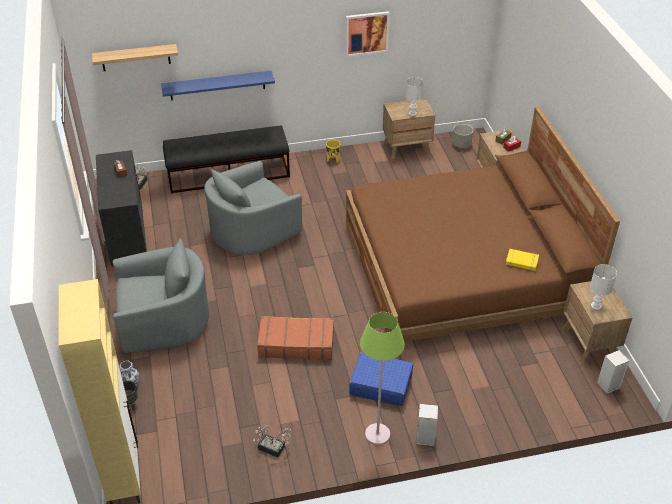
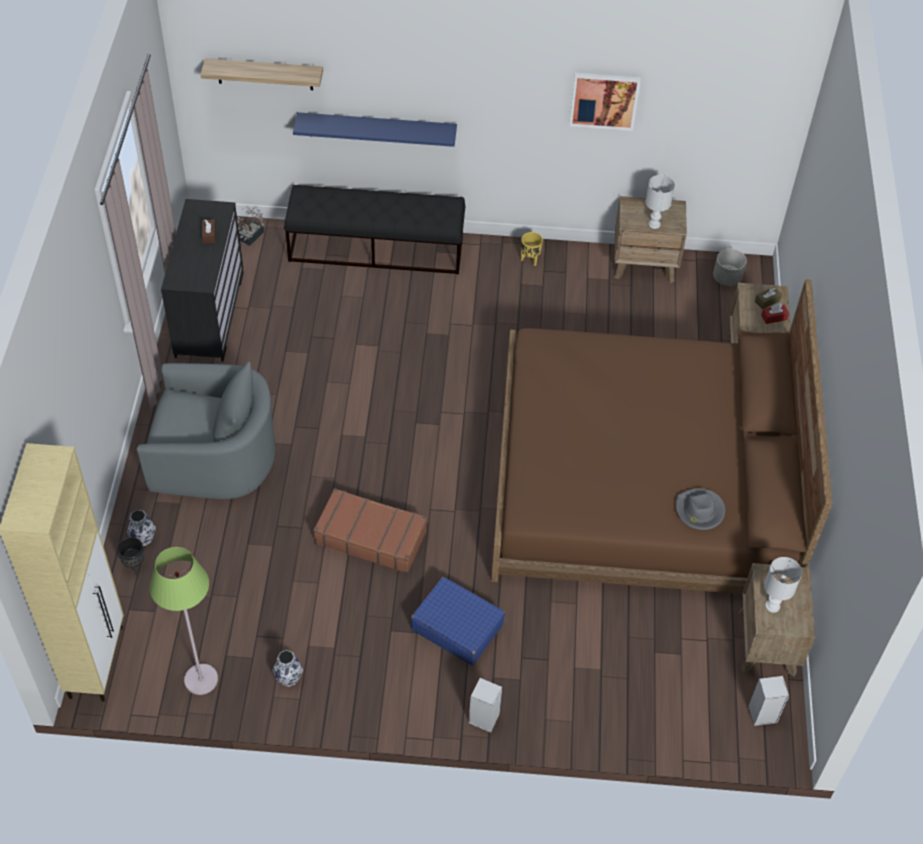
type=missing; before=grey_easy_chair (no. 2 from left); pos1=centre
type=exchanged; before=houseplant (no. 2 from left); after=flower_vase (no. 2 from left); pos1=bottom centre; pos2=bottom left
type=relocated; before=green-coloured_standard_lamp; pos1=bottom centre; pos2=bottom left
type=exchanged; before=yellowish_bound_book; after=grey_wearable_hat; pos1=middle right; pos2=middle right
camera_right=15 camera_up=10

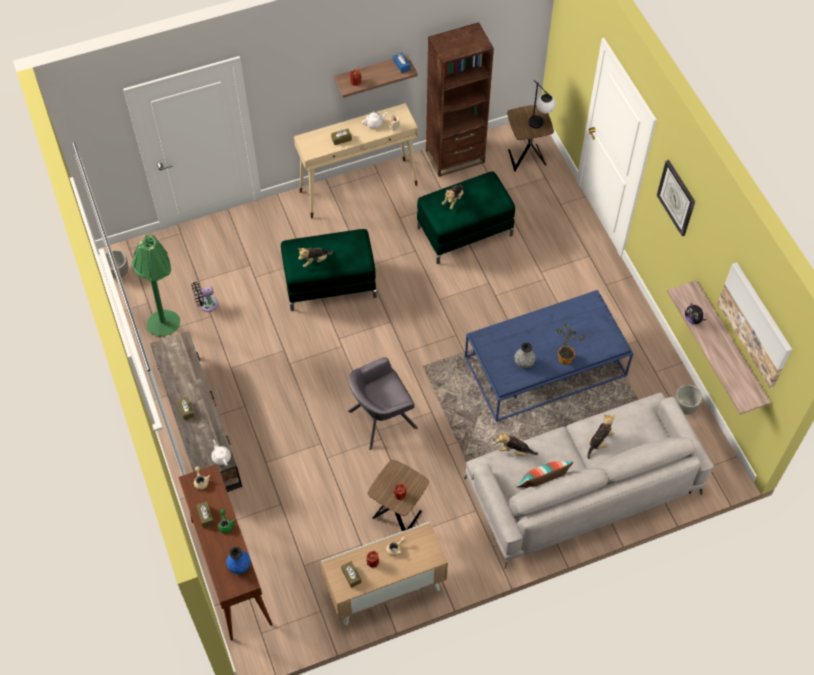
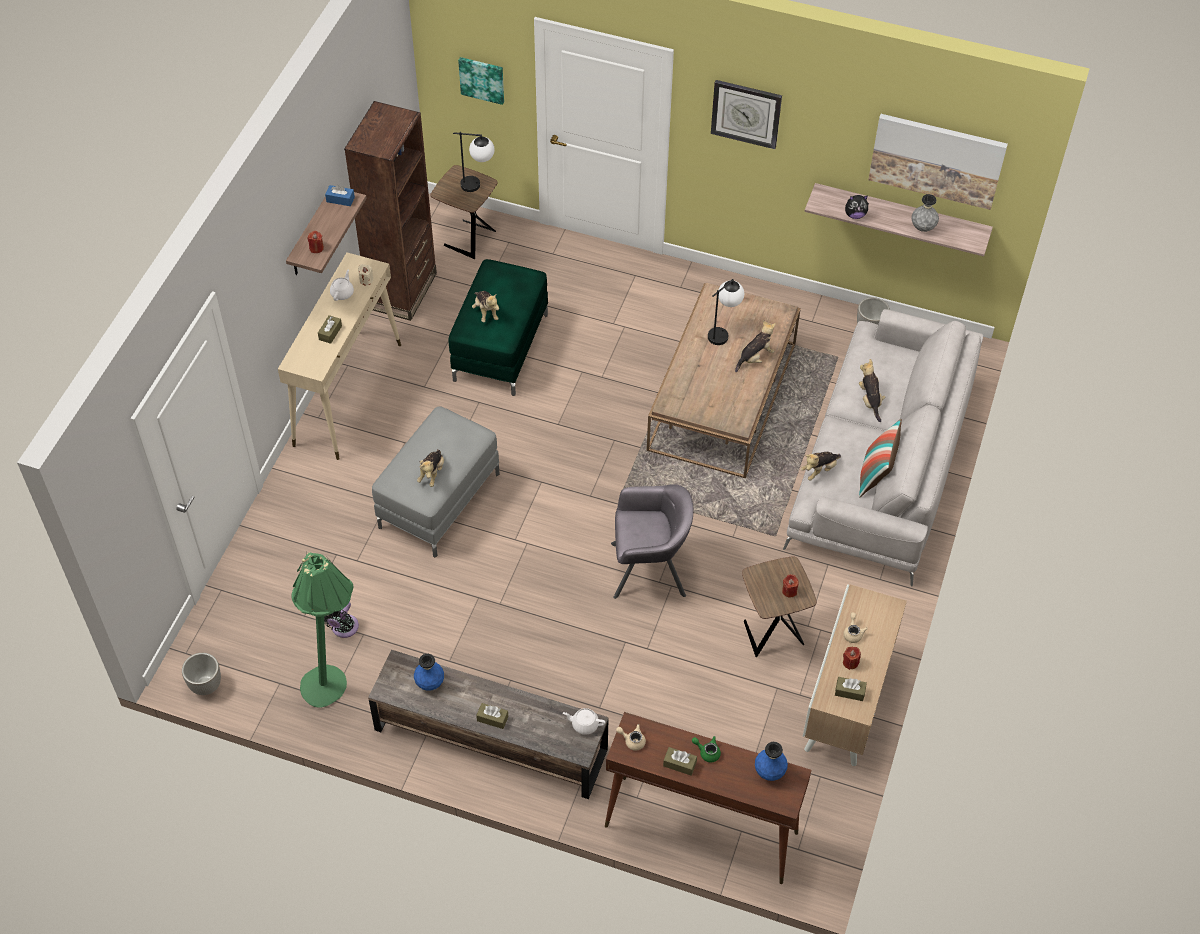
type=colour; before=green-coloured_pouffe (no. 1 from left); after=grey_pouffe; pos1=centre; pos2=centre
type=spun; before=grey_easy_chair; pos1=centre; pos2=centre; turn=-105
type=colour; before=blue_low_table; after=brown-coloured_low_table; pos1=middle right; pos2=centre
type=relocated; before=grey_flower_vase; pos1=centre; pos2=top right
type=exchanged; before=houseplant; after=plush_toy (no. 3 from left); pos1=middle right; pos2=centre
type=appeared; after=blue_flower_vase (no. 1 from left); pos2=bottom centre
type=appeared; after=wall_picture (no. 1 from left); pos2=top centre
type=appeared; after=lamp_for_a_table (no. 2 from left); pos2=centre
camera_right=-50 camera_up=-5

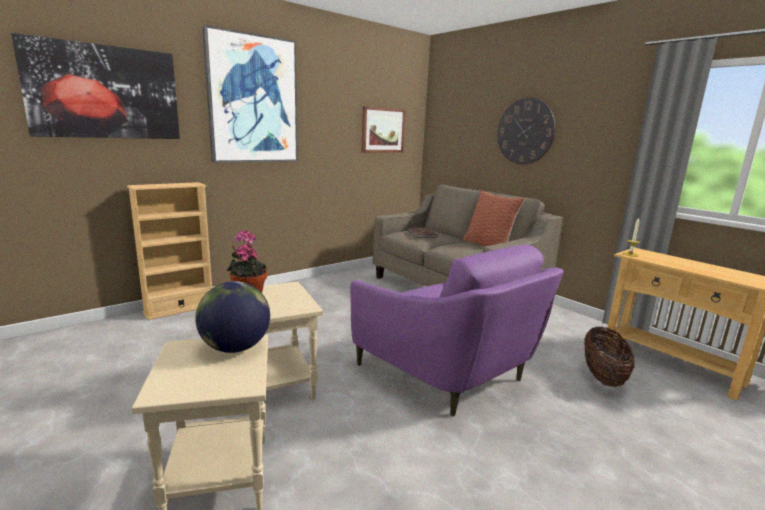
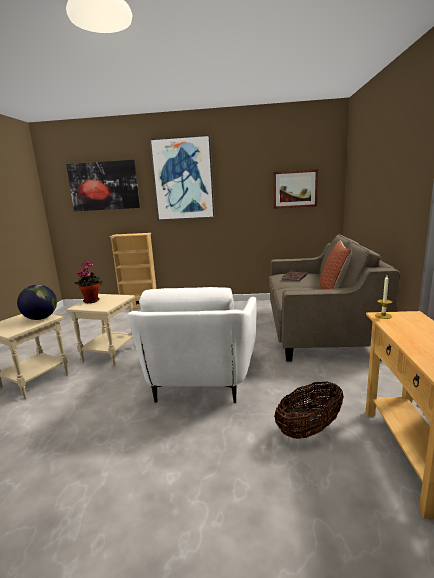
type=colour; before=purplish_easy_chair; after=whitish_easy_chair; pos1=centre; pos2=centre
type=missing; before=hanging_clock; pos1=top right
camera_right=45 camera_up=0

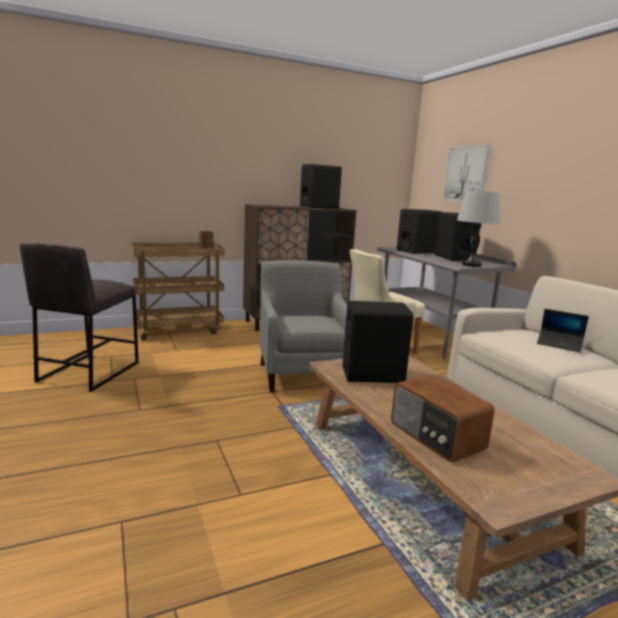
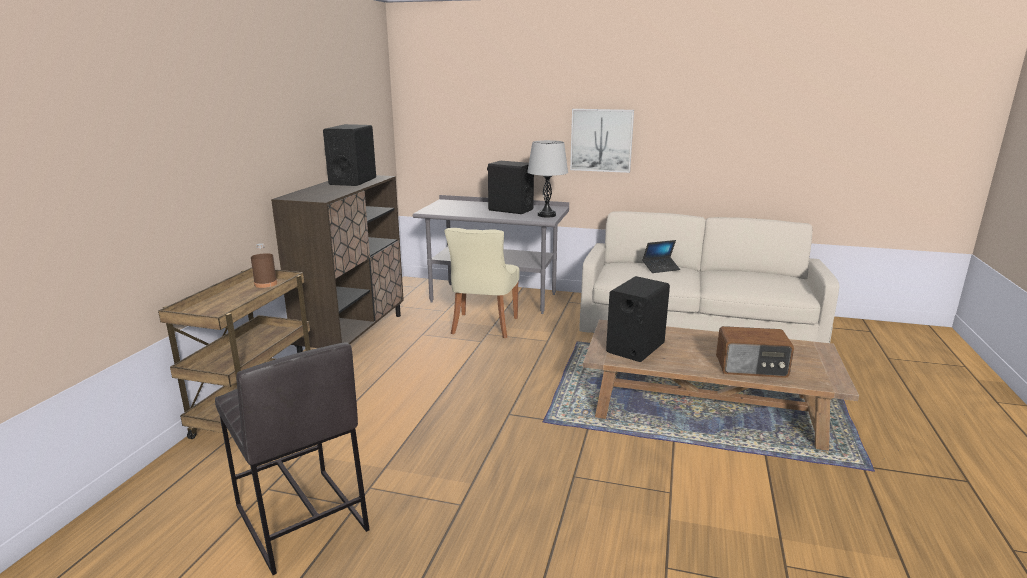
type=missing; before=grey_easy_chair; pos1=centre
type=missing; before=blackish_speaker (no. 3 from left); pos1=middle right
type=relocated; before=wall_picture; pos1=top right; pos2=top centre
camera_right=-50 camera_up=5

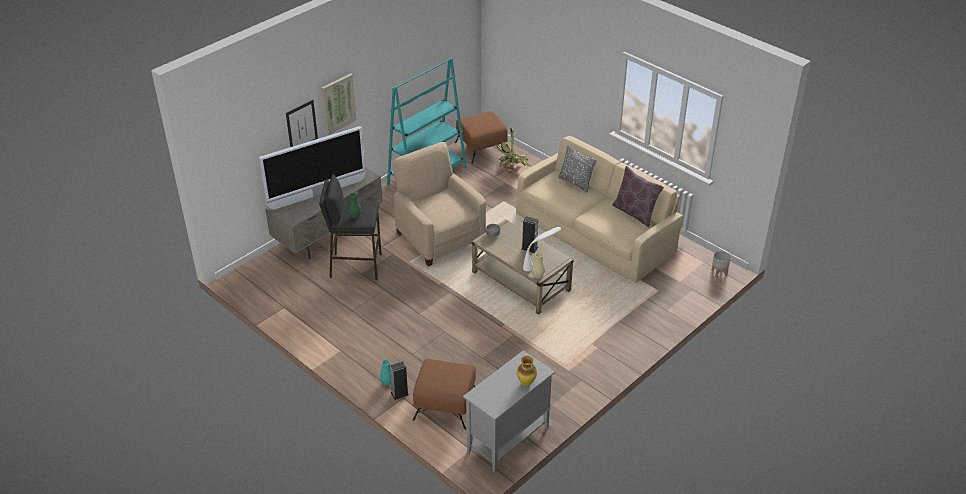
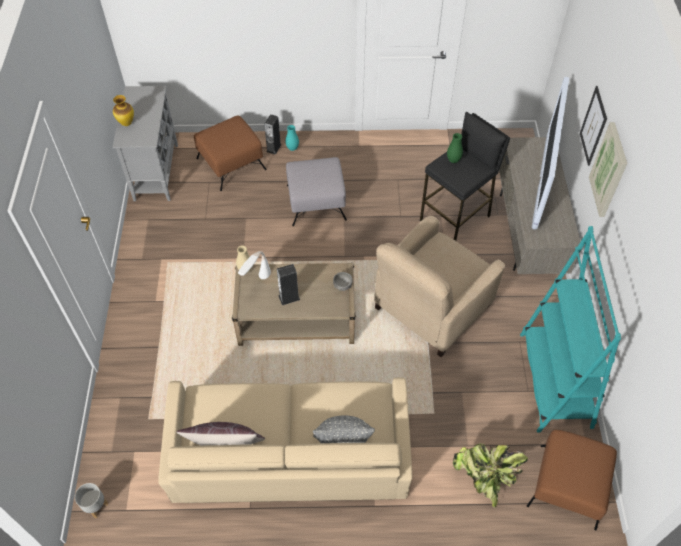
type=spun; before=beige_easy_chair; pos1=centre; pos2=centre; turn=120
type=appeared; after=grey_pouffe; pos2=centre
camera_right=135 camera_up=15

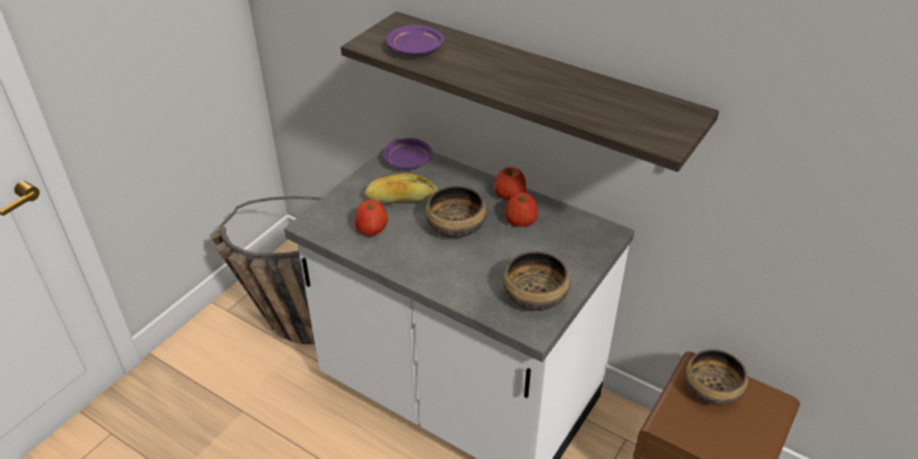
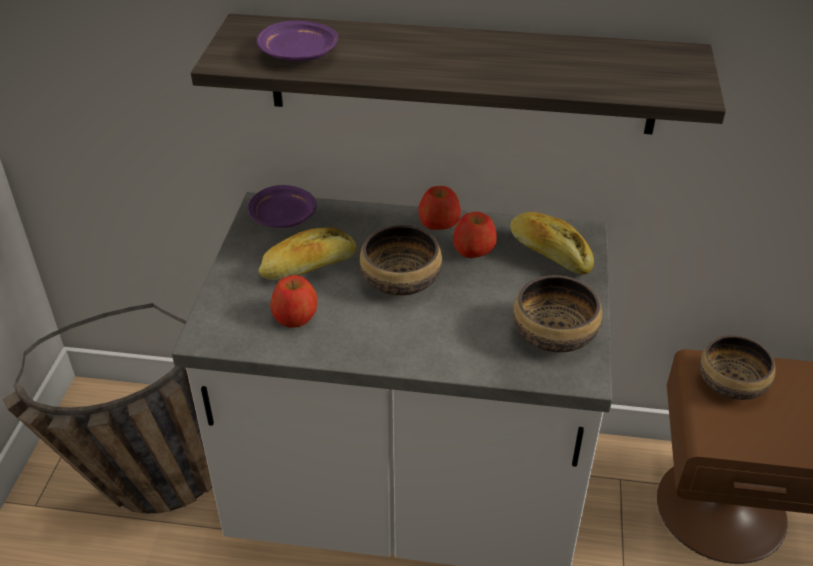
type=appeared; after=bakery_bread (no. 2 from left); pos2=middle right
camera_right=-25 camera_up=0

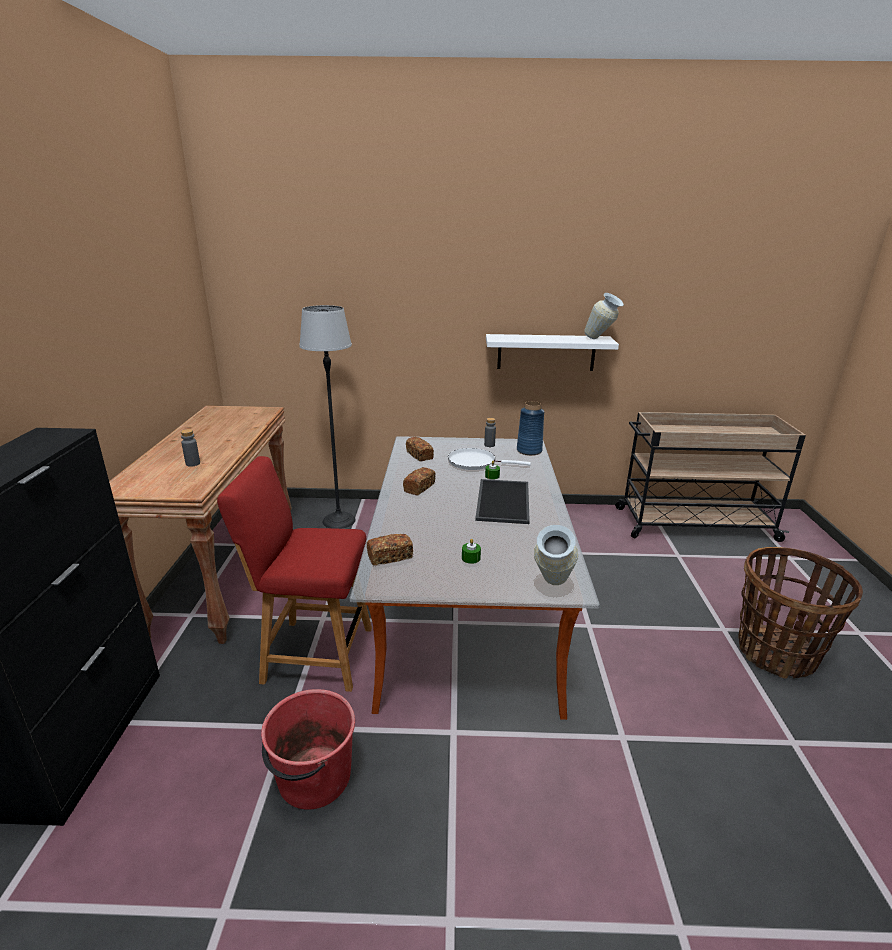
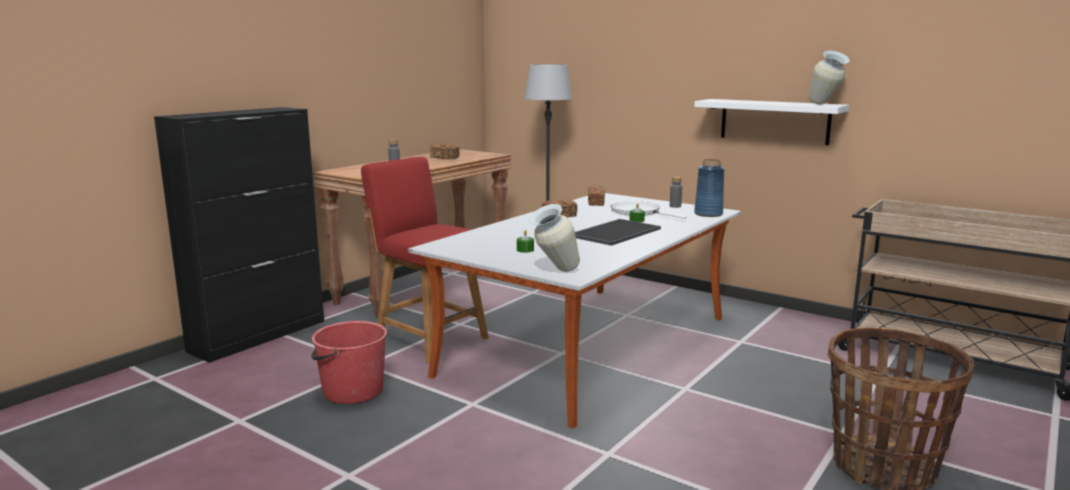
type=relocated; before=bakery_bread (no. 1 from left); pos1=centre; pos2=top centre
camera_right=35 camera_up=-10

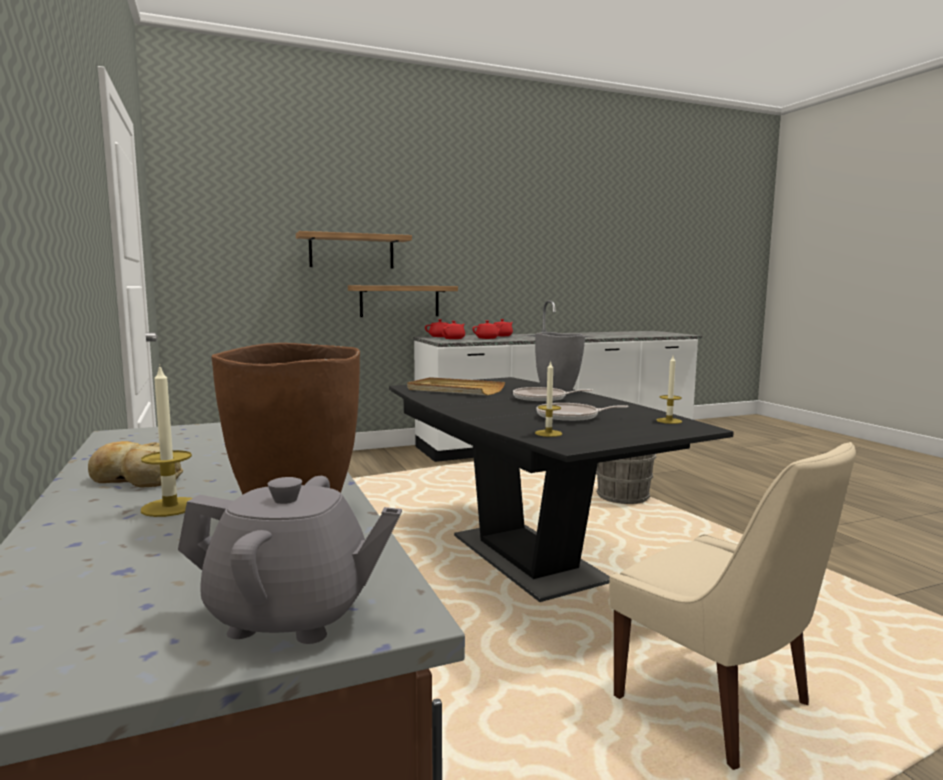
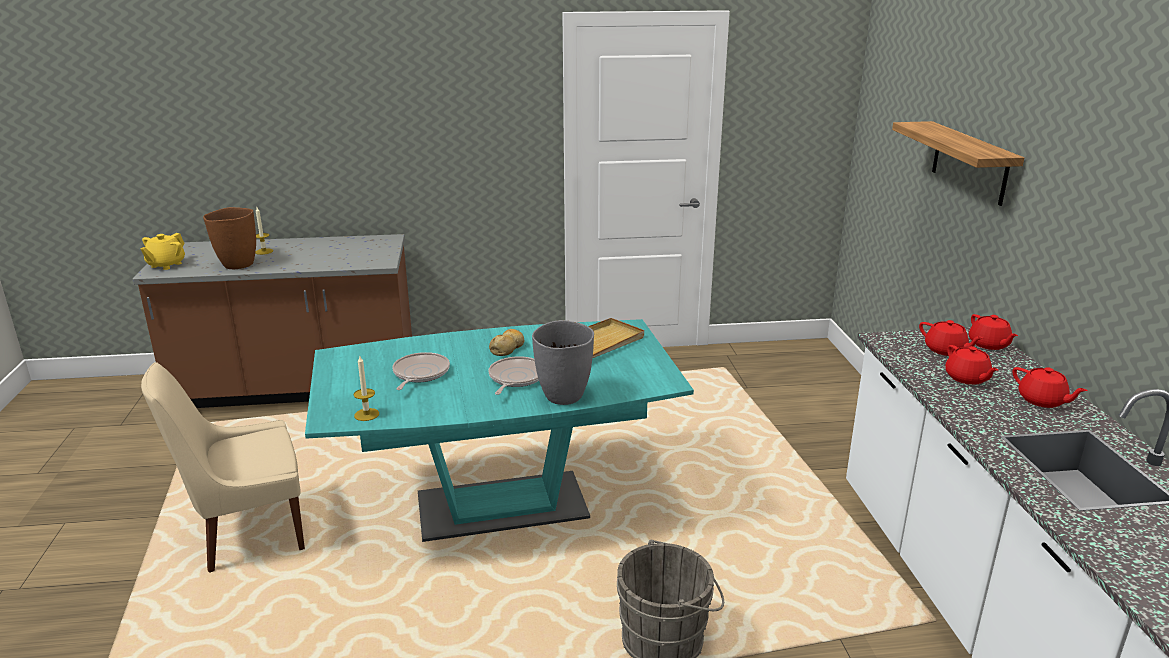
type=relocated; before=bakery_bread; pos1=middle left; pos2=centre
type=colour; before=grey_teapot; after=yellowish_teapot; pos1=bottom left; pos2=middle left
type=missing; before=bracket_shelf (no. 2 from left); pos1=centre
type=colour; before=blackish_dining_table; after=turquoise-coloured_dining_table; pos1=centre; pos2=centre
type=missing; before=wax_light (no. 2 from left); pos1=centre
camera_right=105 camera_up=15

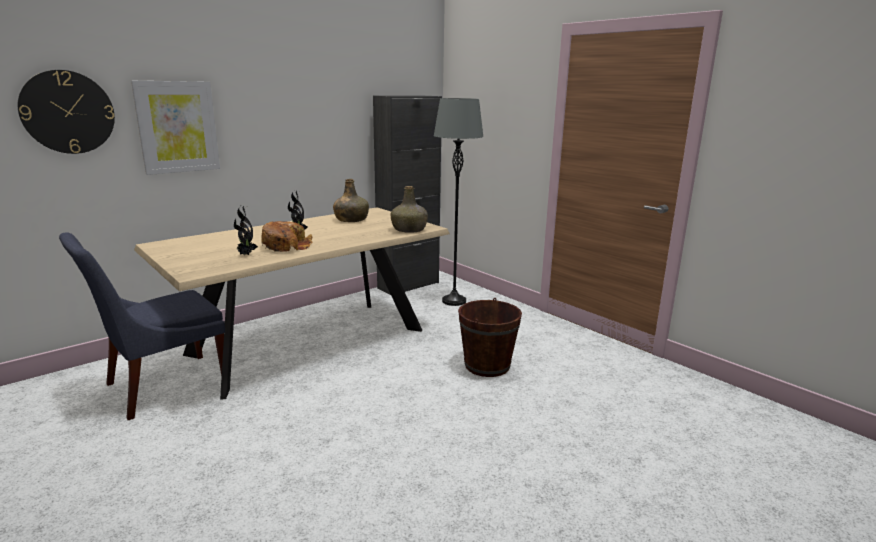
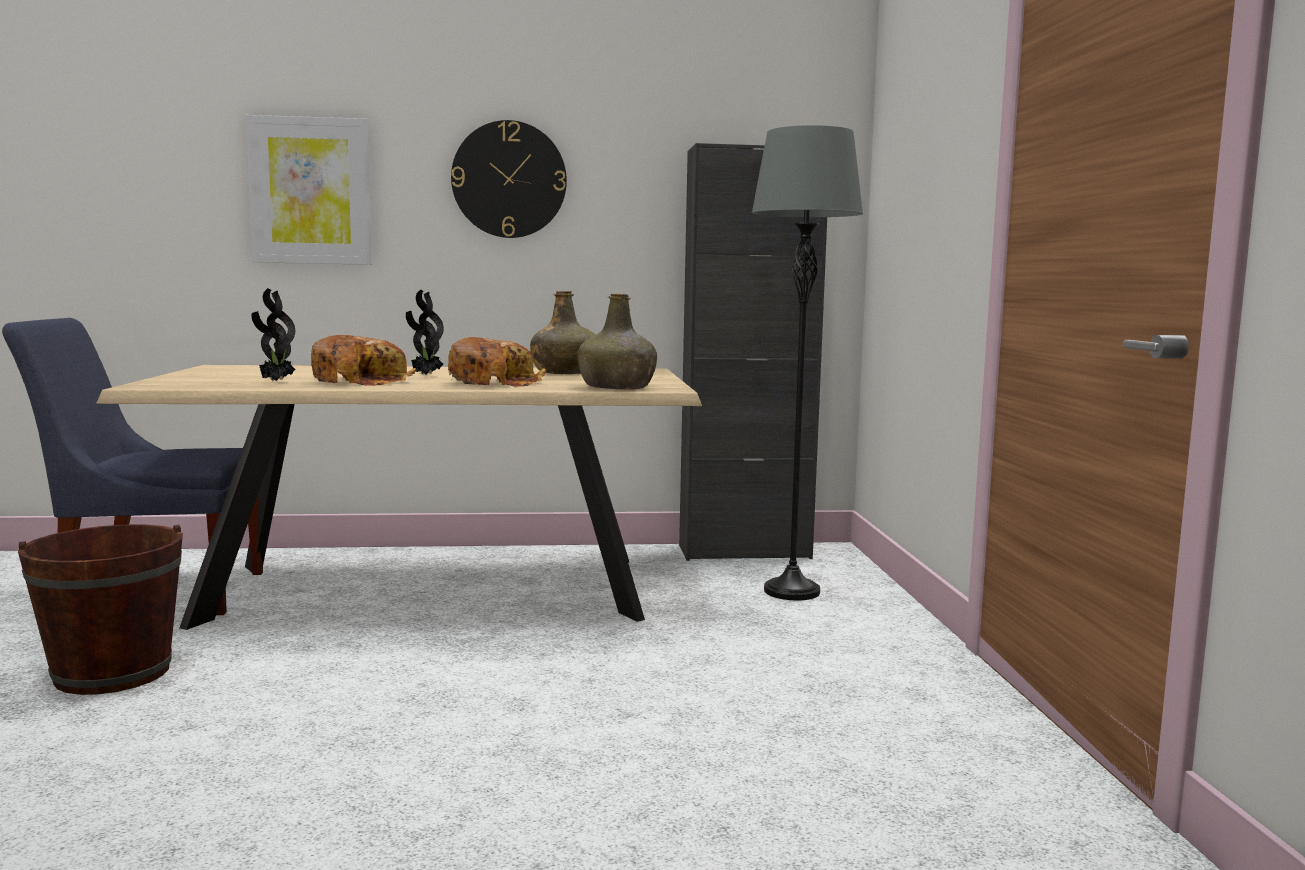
type=relocated; before=hanging_clock; pos1=top left; pos2=top centre
type=relocated; before=brown-coloured_water_bucket; pos1=centre; pos2=bottom left
type=appeared; after=bakery_bread (no. 2 from left); pos2=centre
camera_right=35 camera_up=-10

